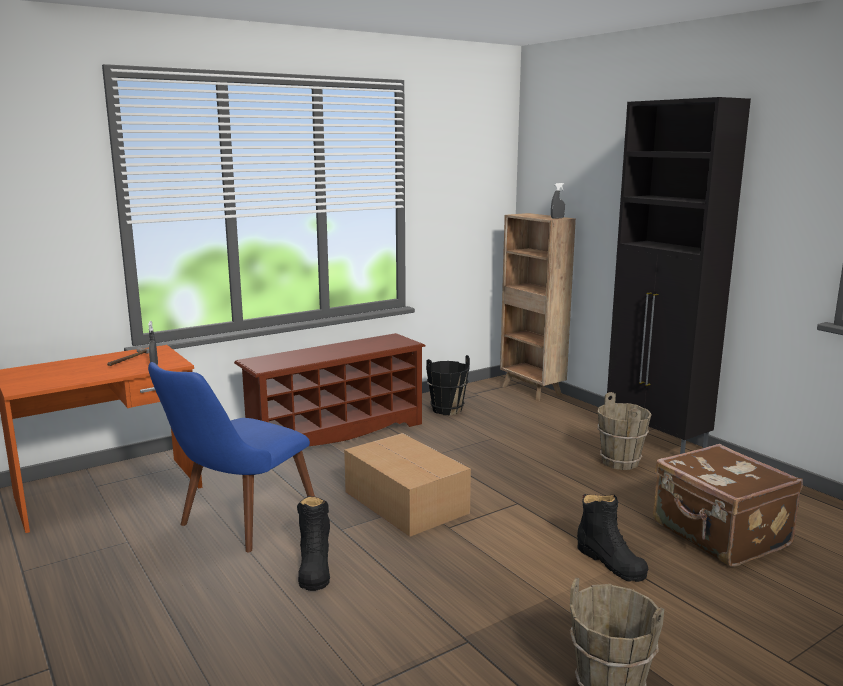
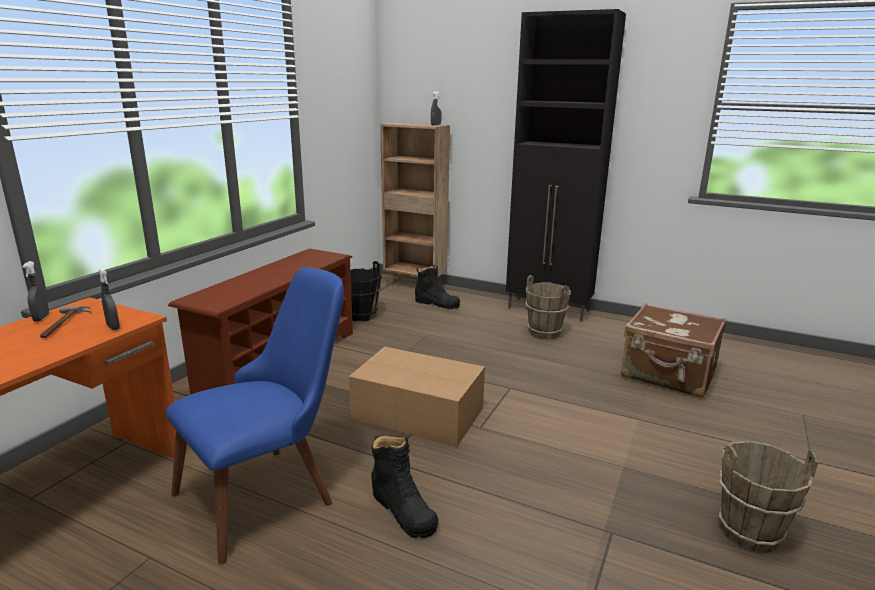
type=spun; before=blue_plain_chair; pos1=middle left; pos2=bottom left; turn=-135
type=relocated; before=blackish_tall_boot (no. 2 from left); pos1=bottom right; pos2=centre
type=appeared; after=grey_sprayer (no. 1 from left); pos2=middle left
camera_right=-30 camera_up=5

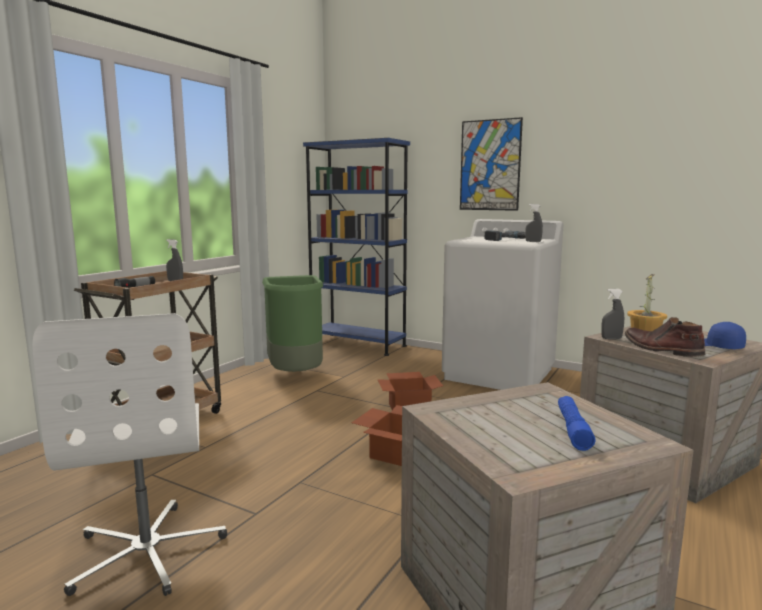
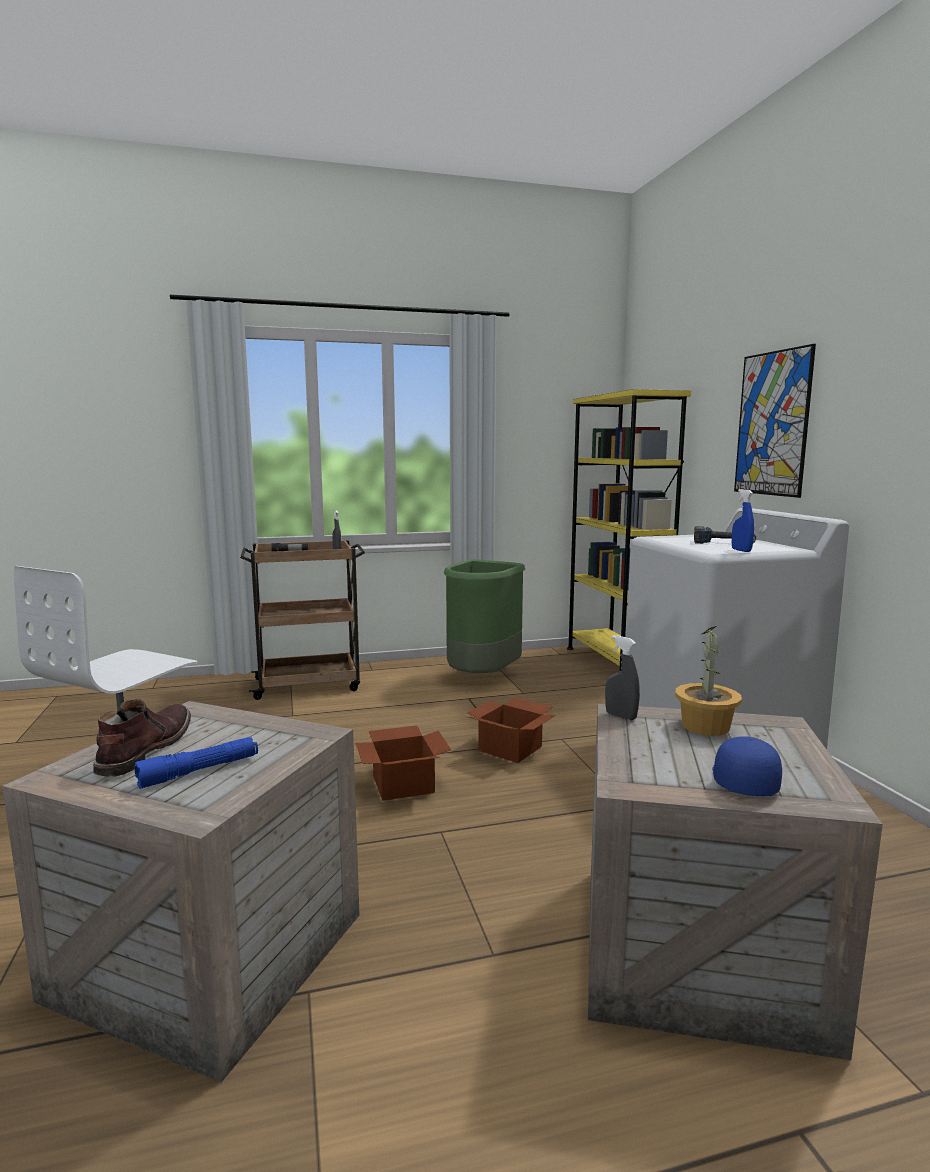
type=colour; before=blue_bookcase; after=yellowish_bookcase; pos1=centre; pos2=middle right
type=colour; before=grey_sprayer (no. 2 from left); after=blue_sprayer; pos1=middle right; pos2=middle right
type=relocated; before=brown-coloured_tall_boot; pos1=middle right; pos2=middle left
camera_right=45 camera_up=0

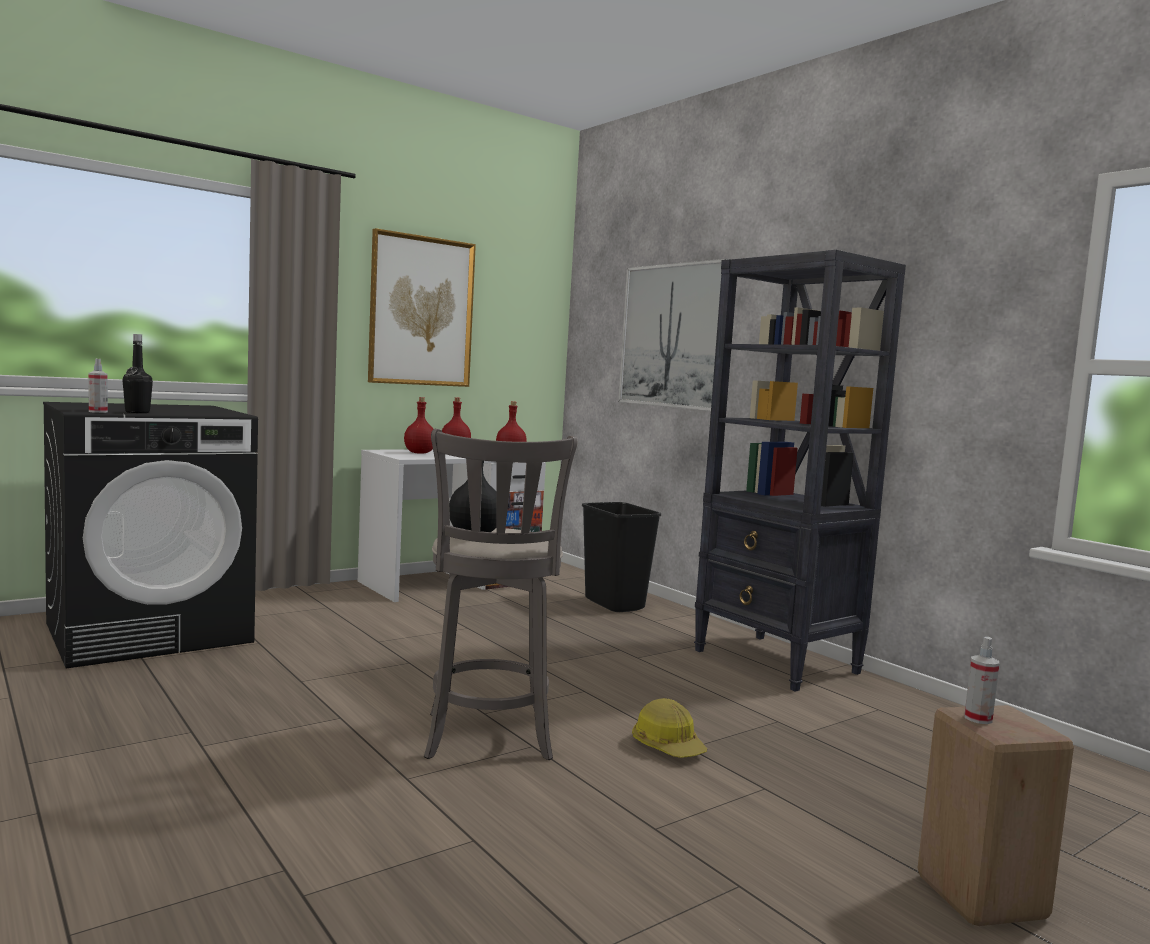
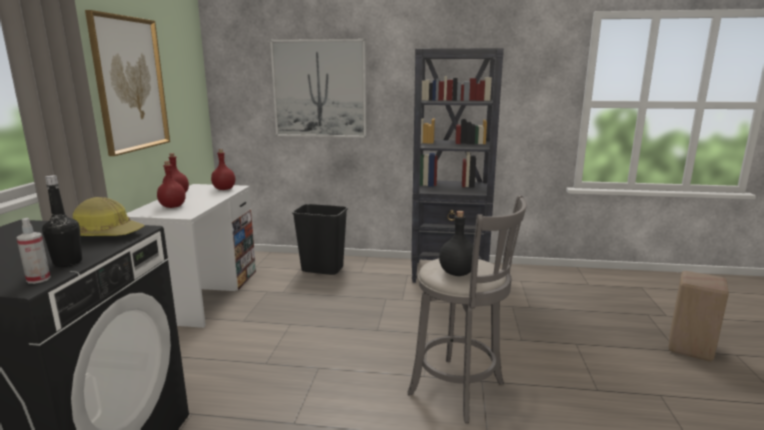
type=relocated; before=safety_helmet; pos1=bottom centre; pos2=middle left
type=missing; before=sprayer (no. 2 from left); pos1=bottom right
camera_right=-45 camera_up=10

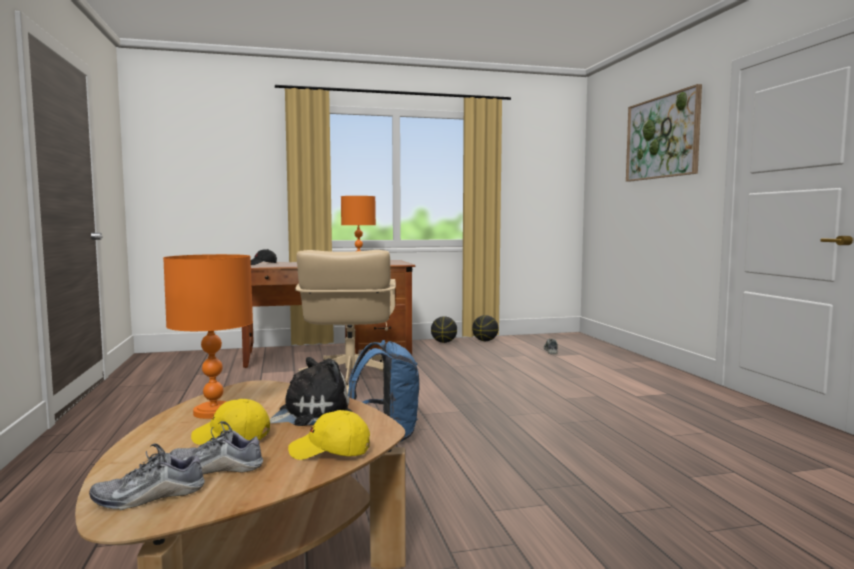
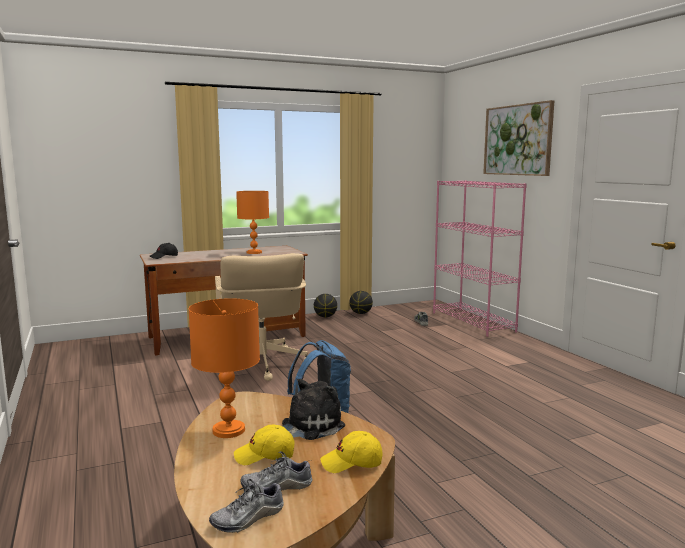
type=appeared; after=pink_bookcase; pos2=middle right
camera_right=-10 camera_up=5

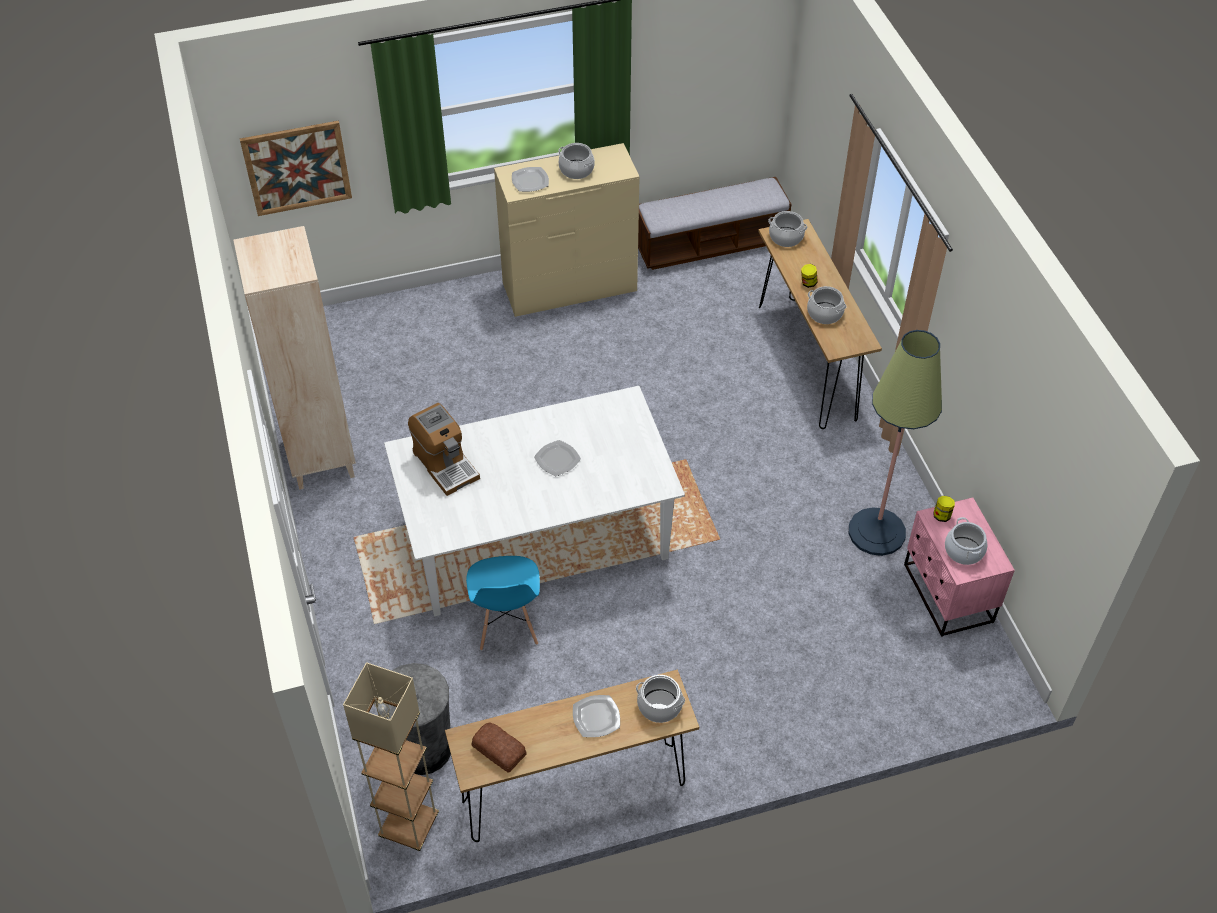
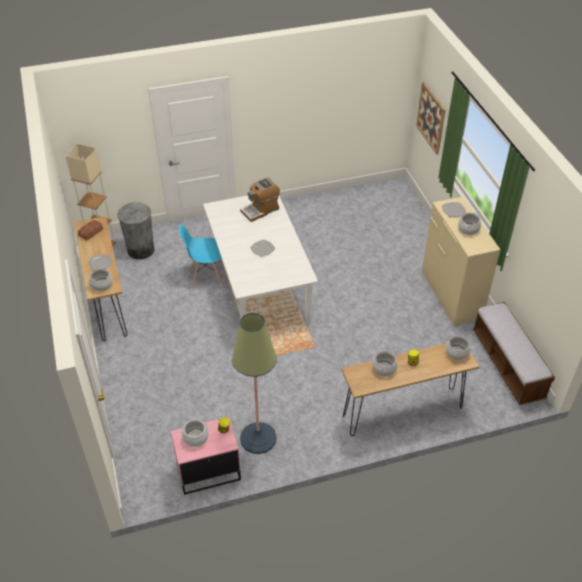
type=missing; before=beige_bookcase; pos1=middle left
camera_right=90 camera_up=-5

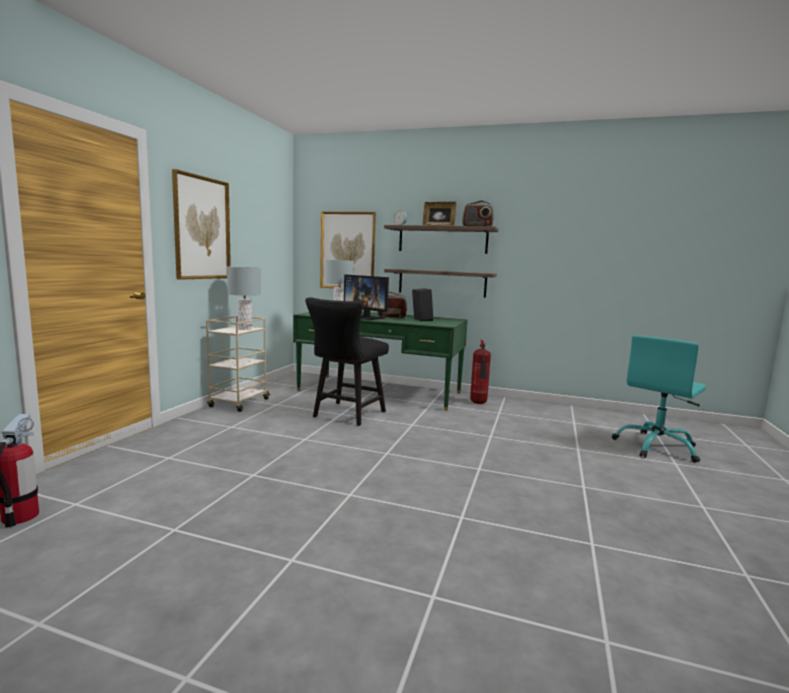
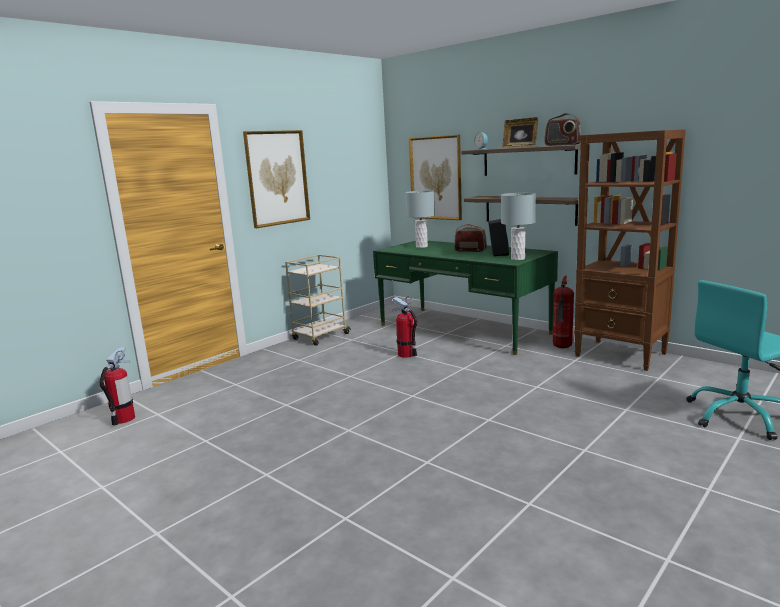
type=relocated; before=grey_lamp_for_a_table (no. 1 from left in the first image); after=grey_lamp_for_a_table (no. 2 from left); pos1=middle left; pos2=centre
type=exchanged; before=blackish_plain_chair; after=extinguisher (no. 2 from left); pos1=centre; pos2=centre
type=missing; before=computer_screen; pos1=centre
type=appeared; after=brown-coloured_bookcase; pos2=middle right
camera_right=25 camera_up=5

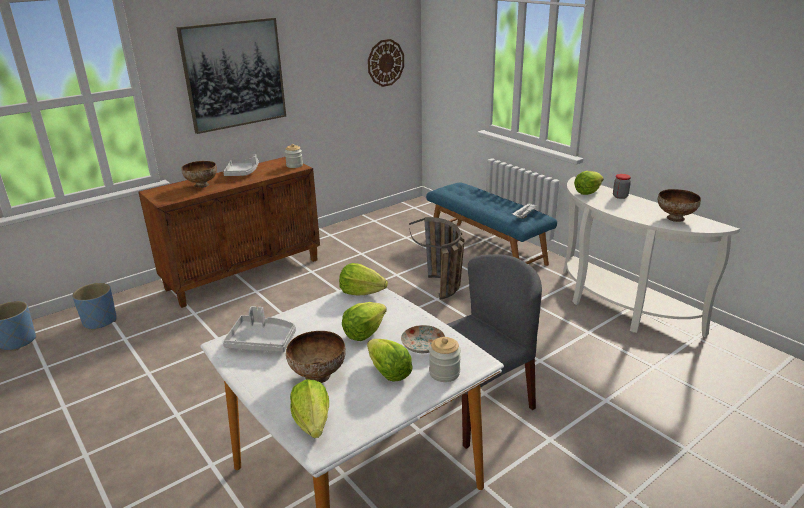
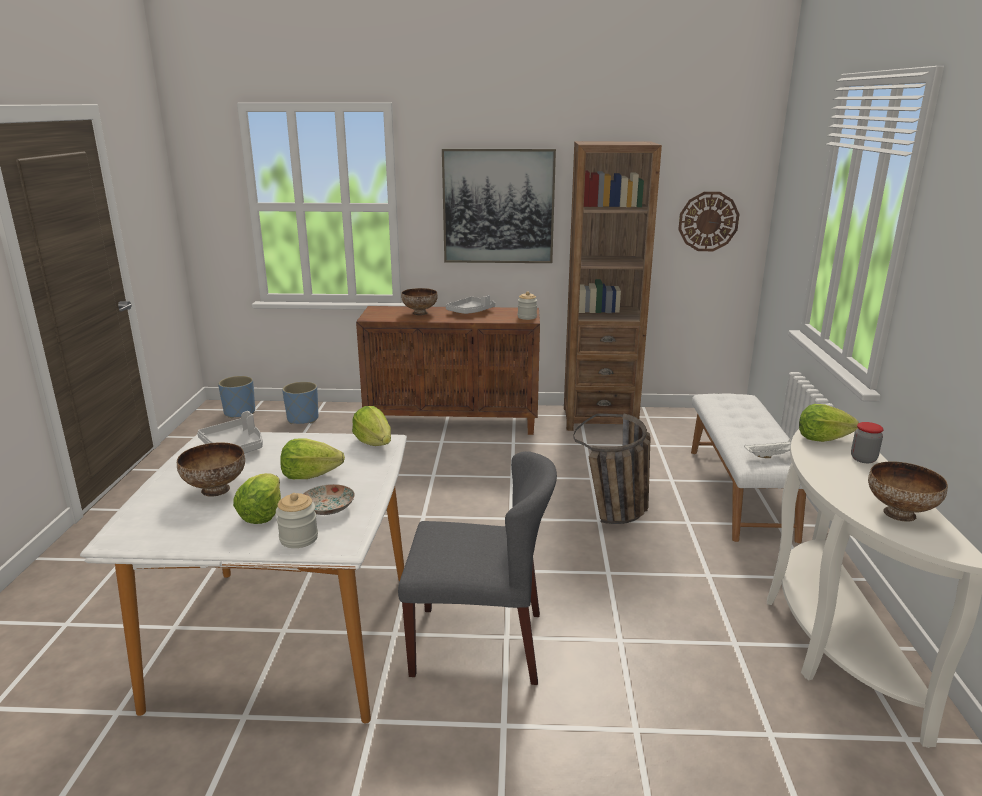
type=missing; before=lettuce (no. 1 from left); pos1=bottom centre
type=colour; before=blue_long_seat; after=whitish_long_seat; pos1=centre; pos2=middle right
type=appeared; after=brown-coloured_bookcase; pos2=centre
camera_right=40 camera_up=-5

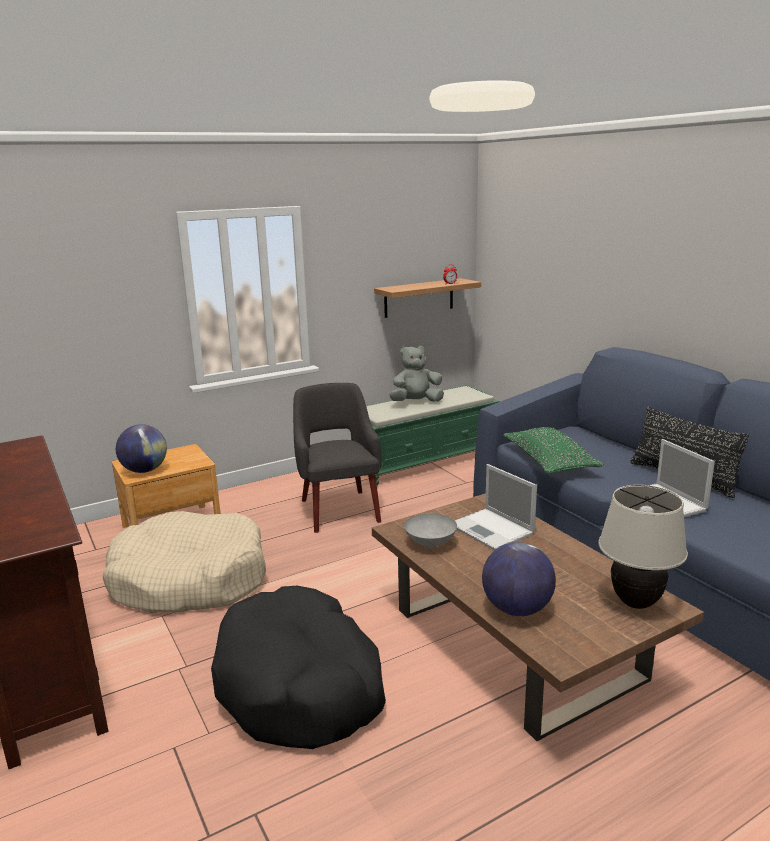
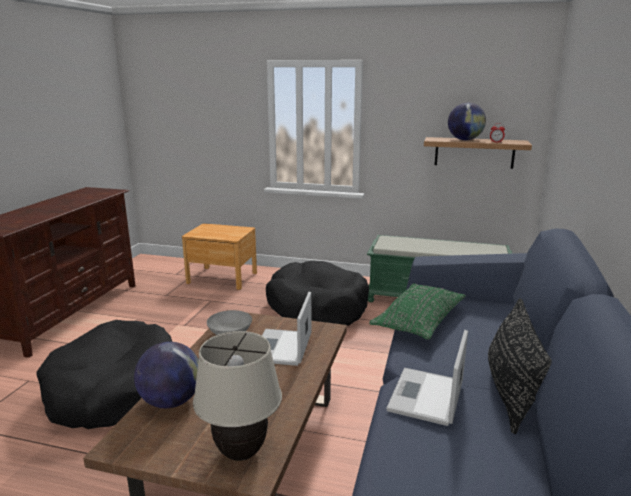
type=missing; before=beige_pet_bed; pos1=bottom left
type=relocated; before=world_globe (no. 1 from left in the first image); after=world_globe (no. 2 from left); pos1=middle left; pos2=top right
type=exchanged; before=grey_easy_chair; after=blackish_pet_bed (no. 2 from left); pos1=centre; pos2=centre
type=missing; before=grey_plush_toy; pos1=centre
camera_right=45 camera_up=0

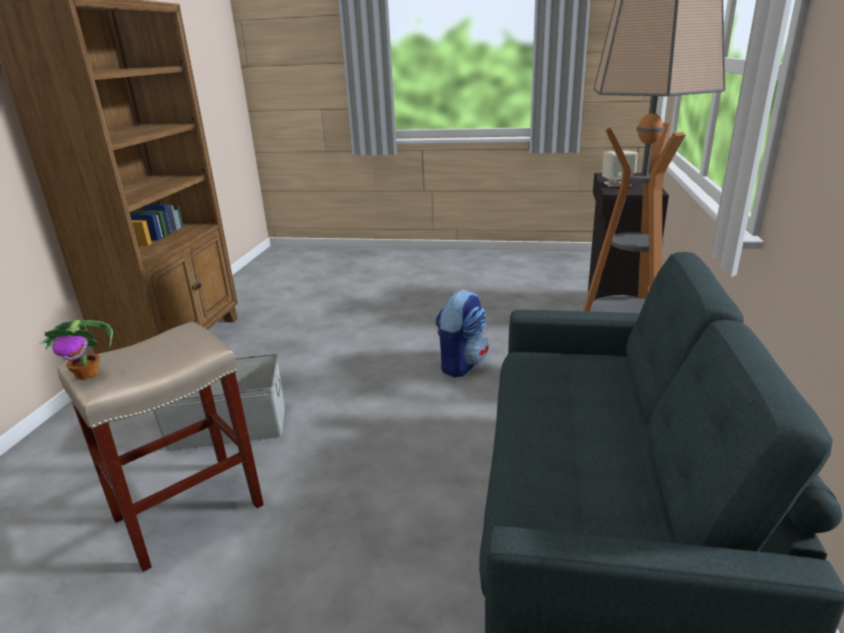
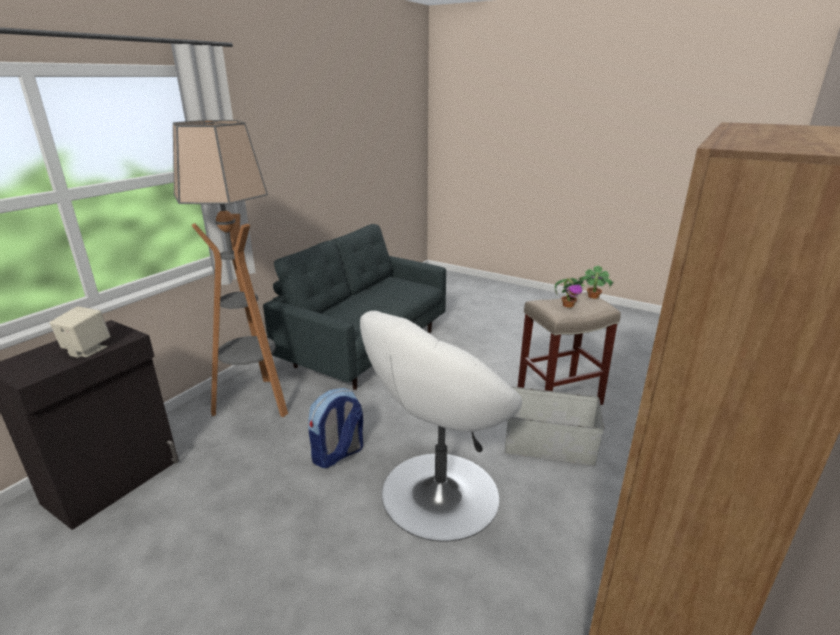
type=appeared; after=whitish_easy_chair; pos2=bottom centre
type=appeared; after=houseplant (no. 1 from left); pos2=middle right
camera_right=-160 camera_up=0

